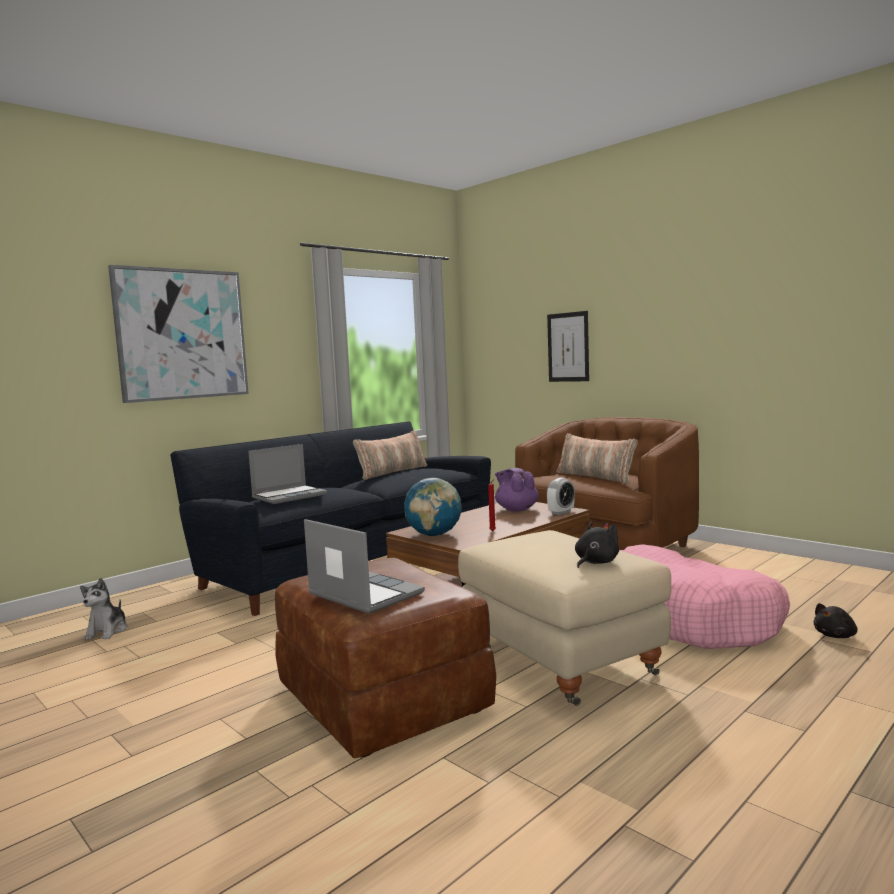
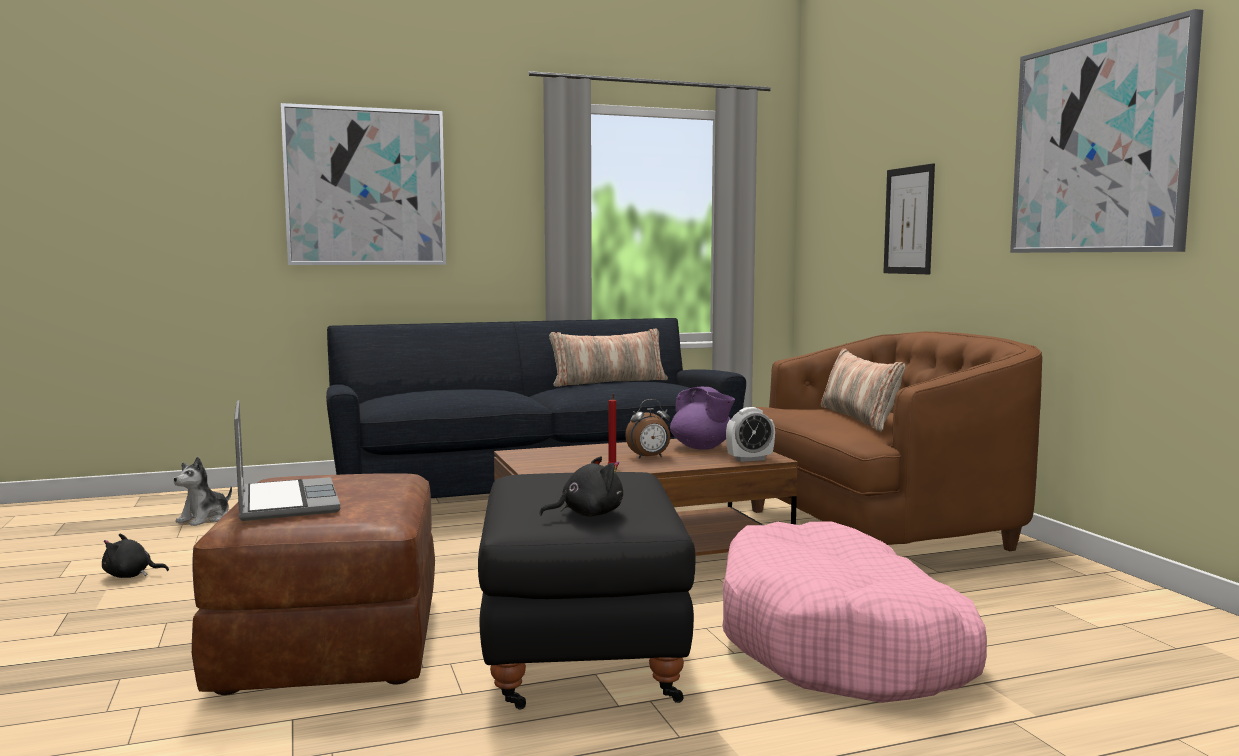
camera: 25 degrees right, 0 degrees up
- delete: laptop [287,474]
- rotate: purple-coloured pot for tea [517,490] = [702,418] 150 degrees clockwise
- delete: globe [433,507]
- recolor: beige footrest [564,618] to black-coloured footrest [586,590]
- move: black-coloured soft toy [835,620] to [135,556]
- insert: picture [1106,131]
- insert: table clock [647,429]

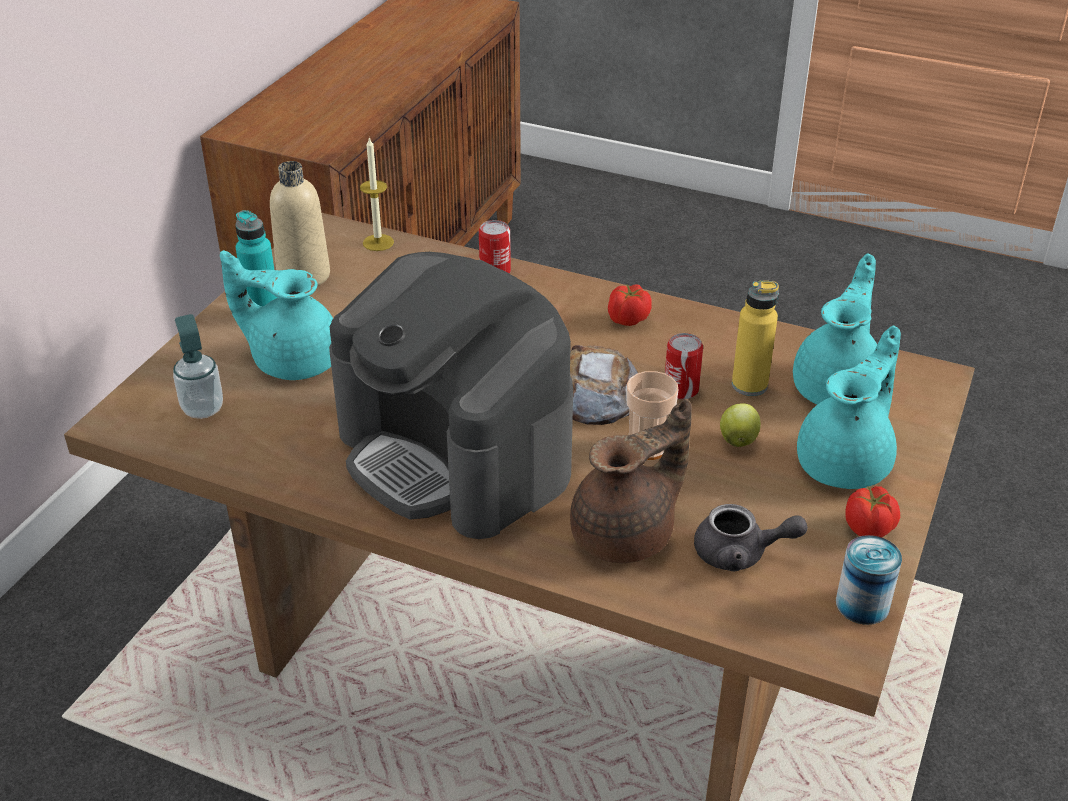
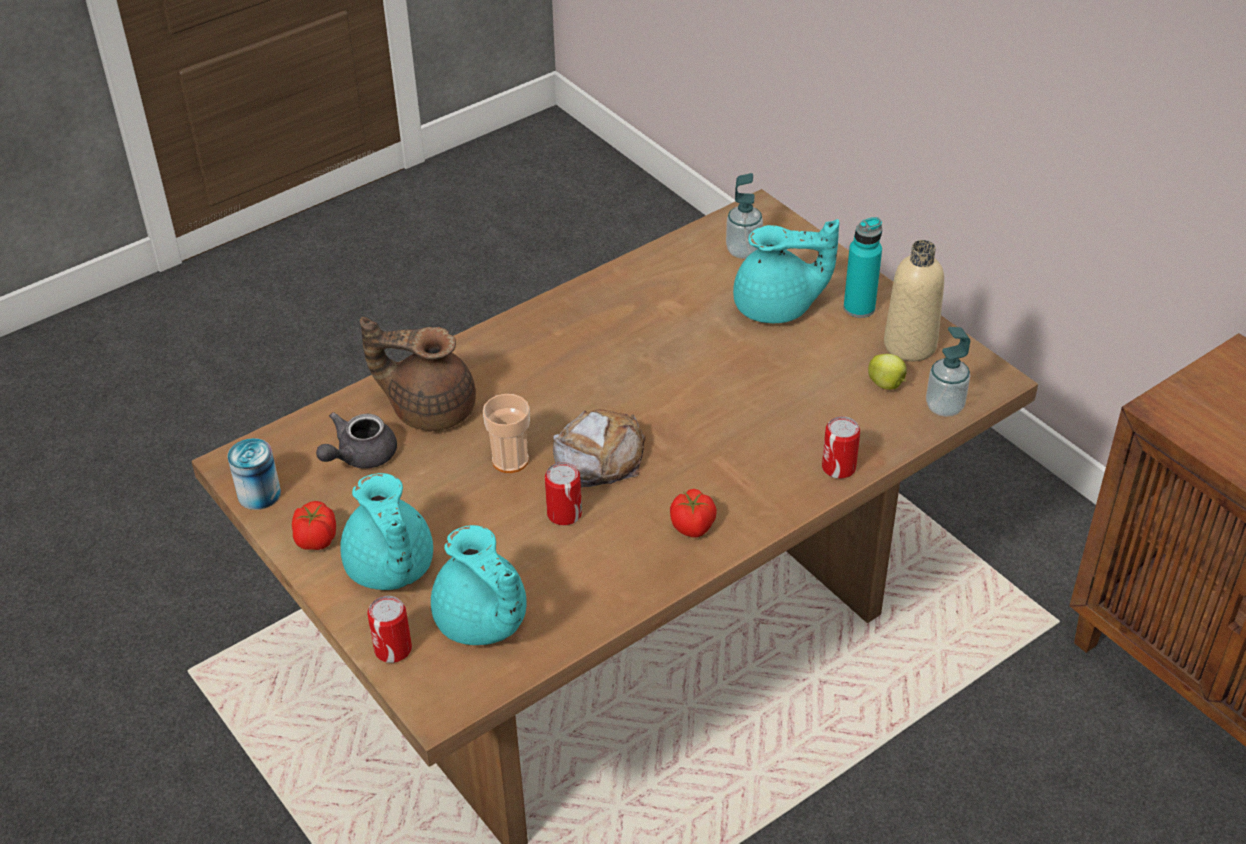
camera: 120 degrees right, 5 degrees up
- replace: wax candle [377,194] to soap dispenser [948,372]
- rotate: turquoise pot for tea [276,315] = [786,271] 45 degrees clockwise
- delete: coffee maker [451,395]
- delete: yellow bottle [755,338]
- rotate: brown pot for tea [631,481] = [418,374] 105 degrees clockwise
- move: apple [740,425] to [887,372]
- insert: metal can [389,629]

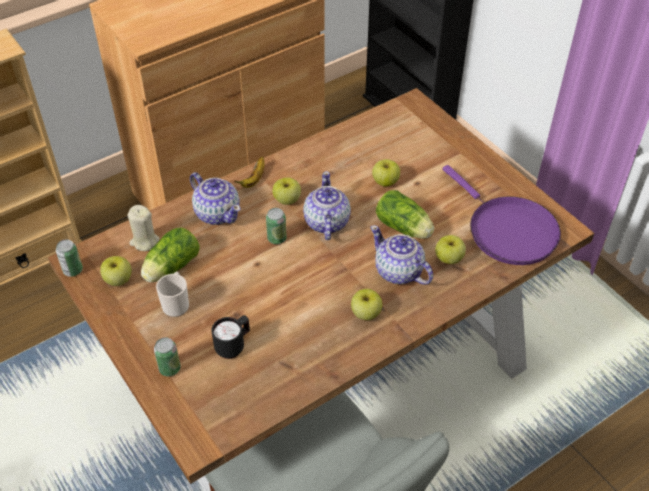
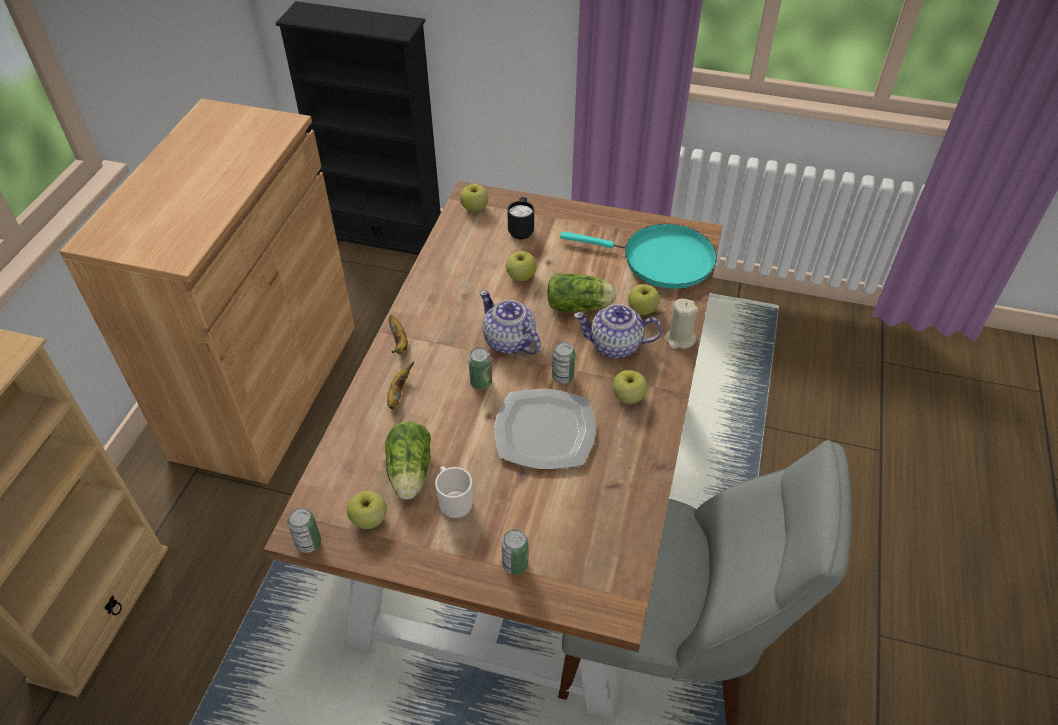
camera: 40 degrees left, 0 degrees up
- recolor: purple-coloured frying pan [501,215] to turquoise frying pan [638,256]
- replace: pot for tea [215,198] to banana [400,385]
- move: apple [287,191] to [474,198]
- move: beige wax candle [143,228] to [681,324]
- move: black-coloured mug [231,337] to [520,218]
- insert: metal can [563,363]
- insert: flat dish [545,429]

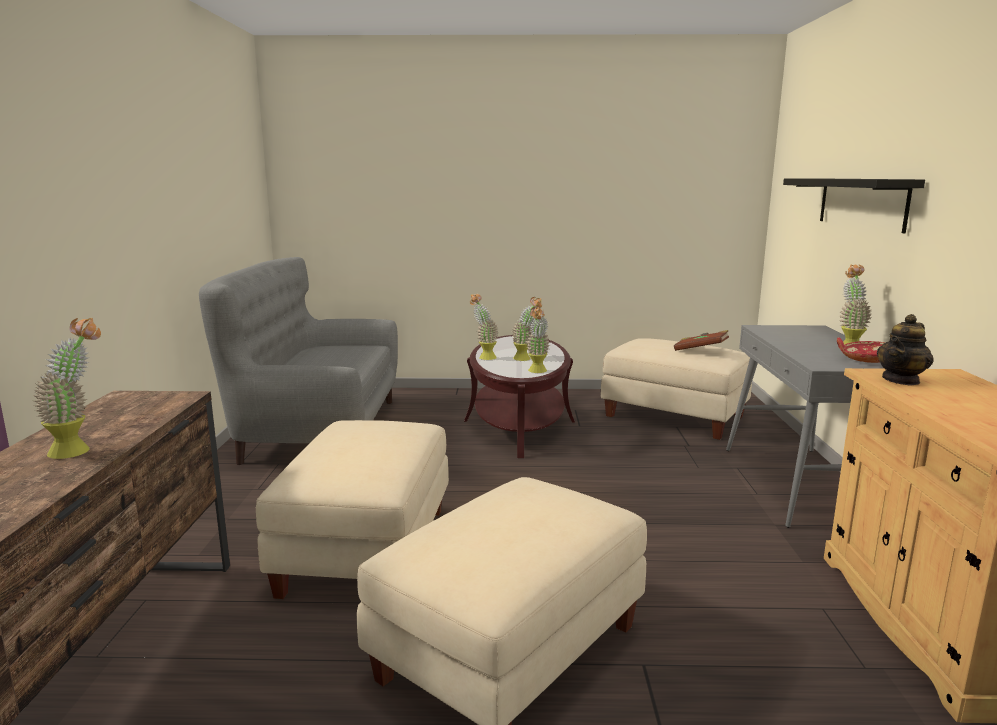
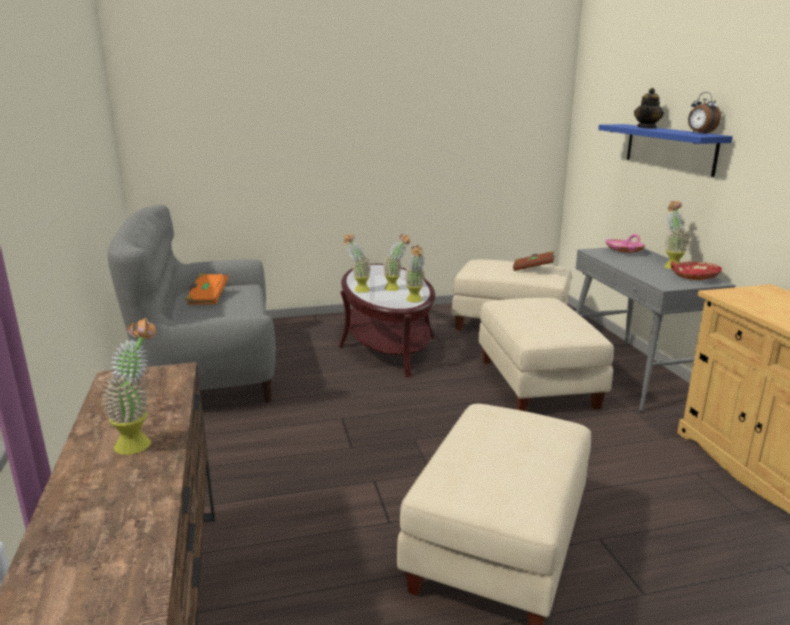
camera: 15 degrees left, 5 degrees up
- recolor: black-coloured shelf [854,205] to bluish shelf [665,150]
- move: pot for tea [905,350] to [649,108]
- move: beige footrest [352,509] to [546,355]
- insert: table clock [704,113]
- insert: pink-coloured bowl [626,243]
- insert: orangey book [206,289]

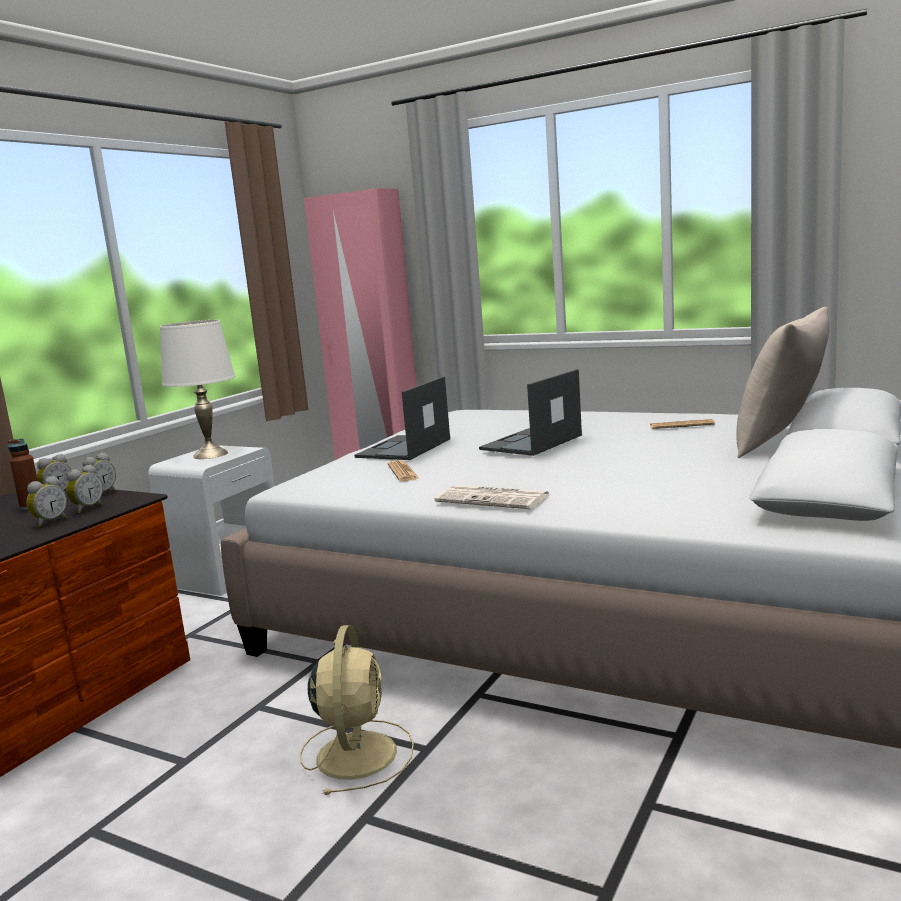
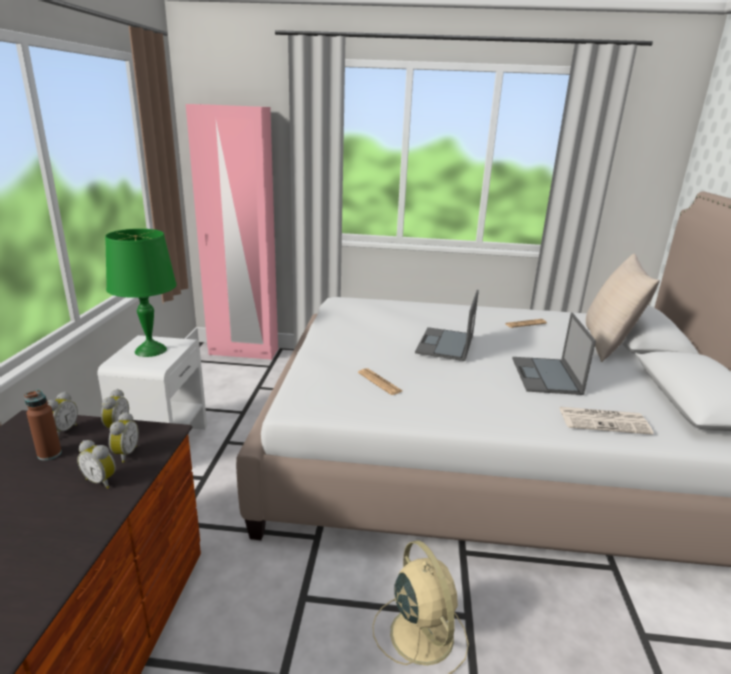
camera: 25 degrees left, 10 degrees up
- recolor: white table lamp [197,389] to greenish table lamp [141,293]
- move: laptop [402,418] to [554,354]
- rotate: table clock [46,501] = [96,464] 105 degrees clockwise
- move: newspaper [491,497] to [606,421]

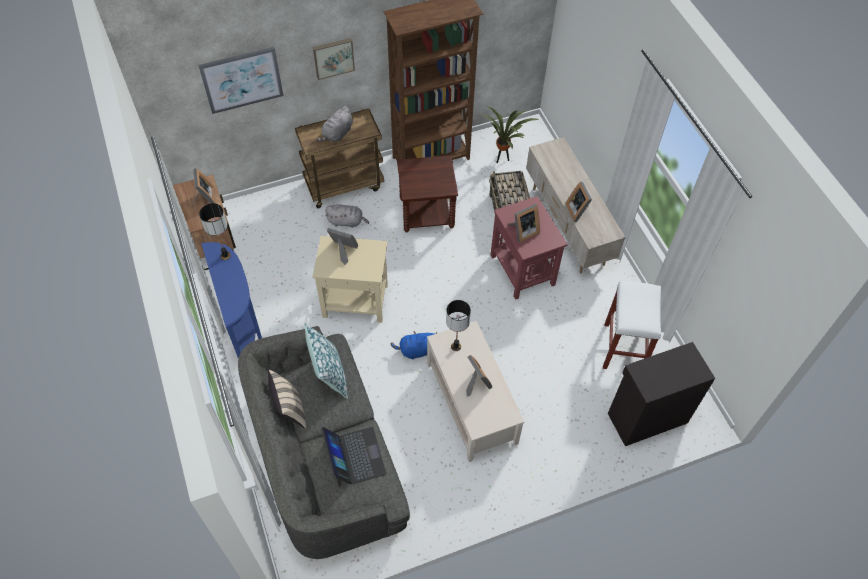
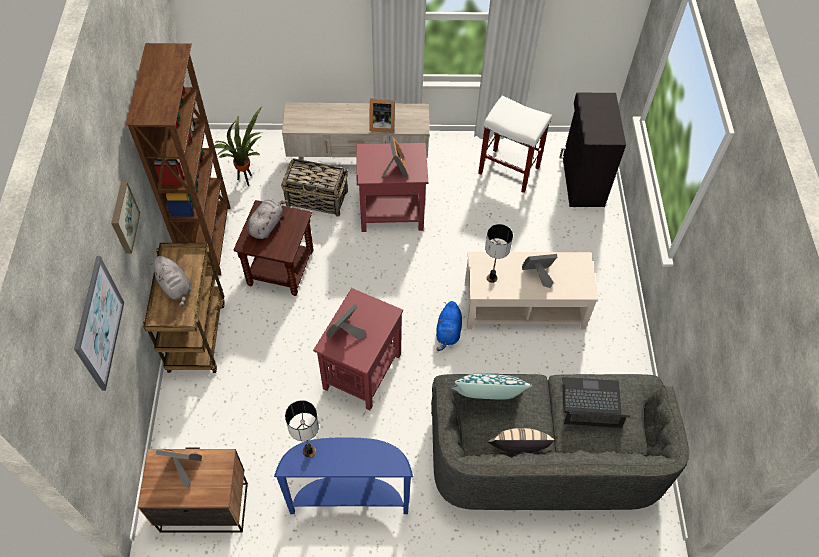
camera: 70 degrees left, 0 degrees up
- move: greyish soft toy [347,216] to [267,219]
- recolor: beige side table [350,279] to red side table [358,349]

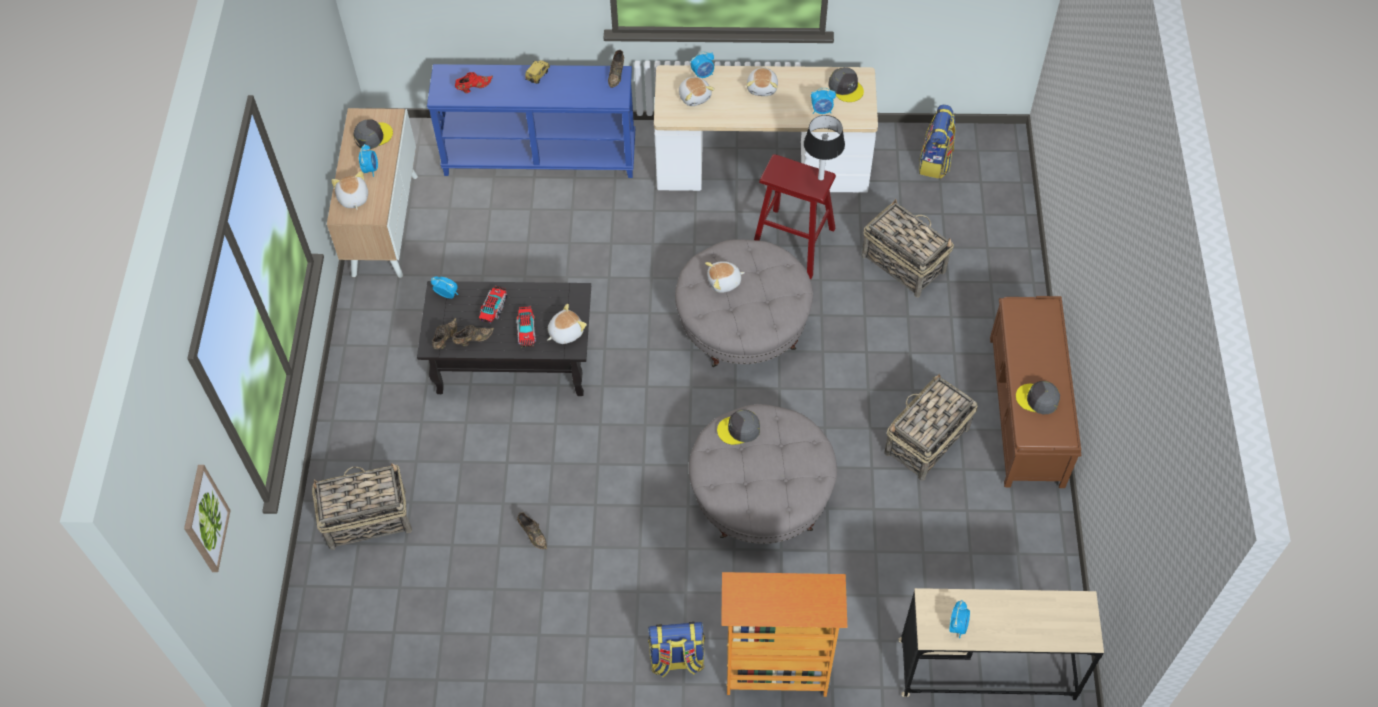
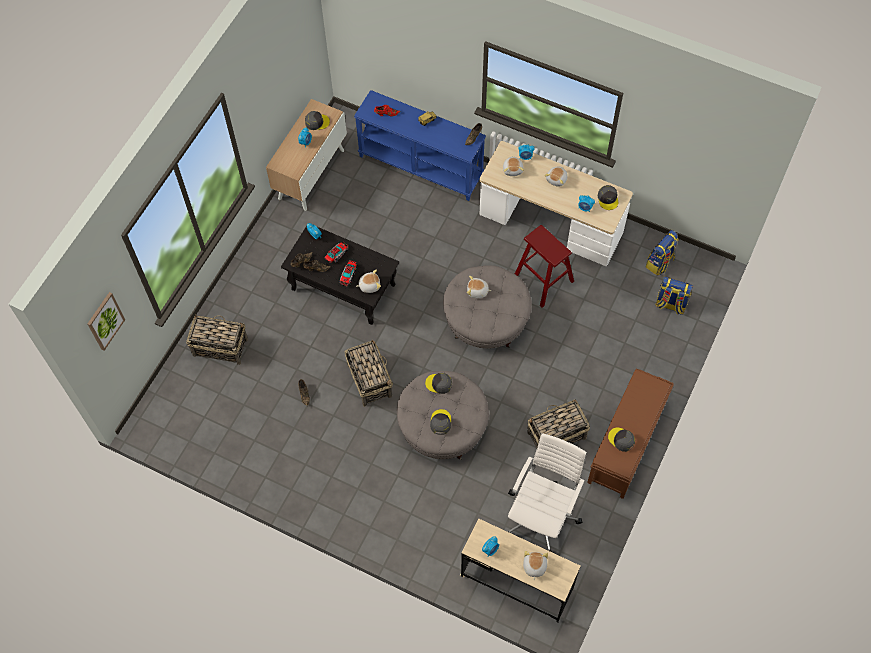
camera: 25 degrees right, 5 degrees up
- delete: table lamp [824,147]
- move: soft toy [349,190] to [535,566]
- move: household basket [908,248] to [369,373]
- delete: shelving unit [784,634]
- move: rucksack [676,649] to [674,296]
- insert: greyish cap [440,422]
- insert: white office chair [547,492]

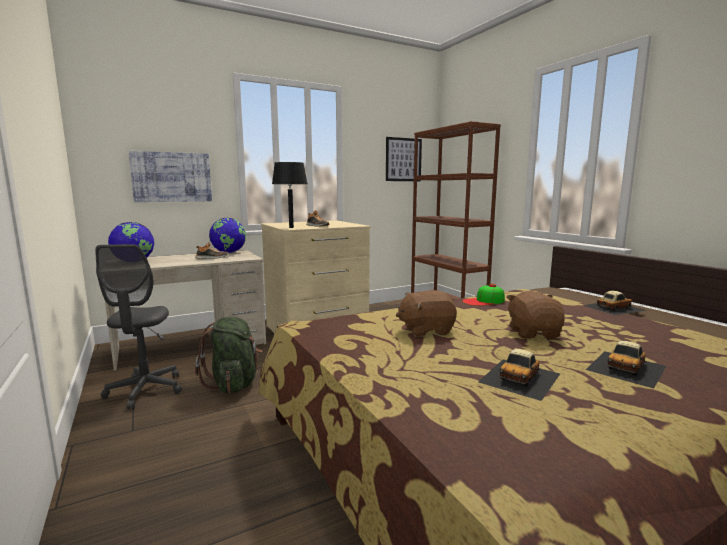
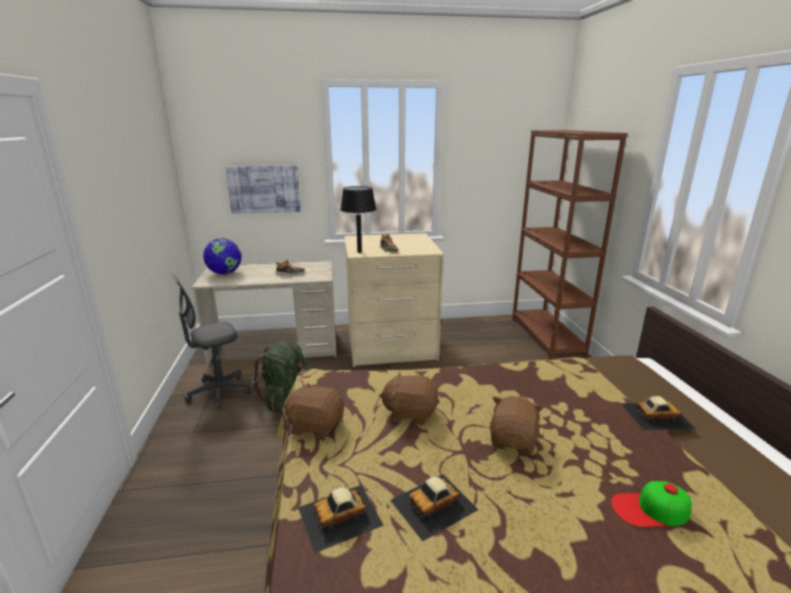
camera: 20 degrees right, 10 degrees up
- delete: picture [404,159]
- delete: globe [227,235]
- rotate: greyish office chair [138,326] = [211,342] 45 degrees clockwise
- move: cap [483,295] to [651,504]
- move: miniature car [626,365] to [341,519]
- insert: brown soft toy [314,411]

